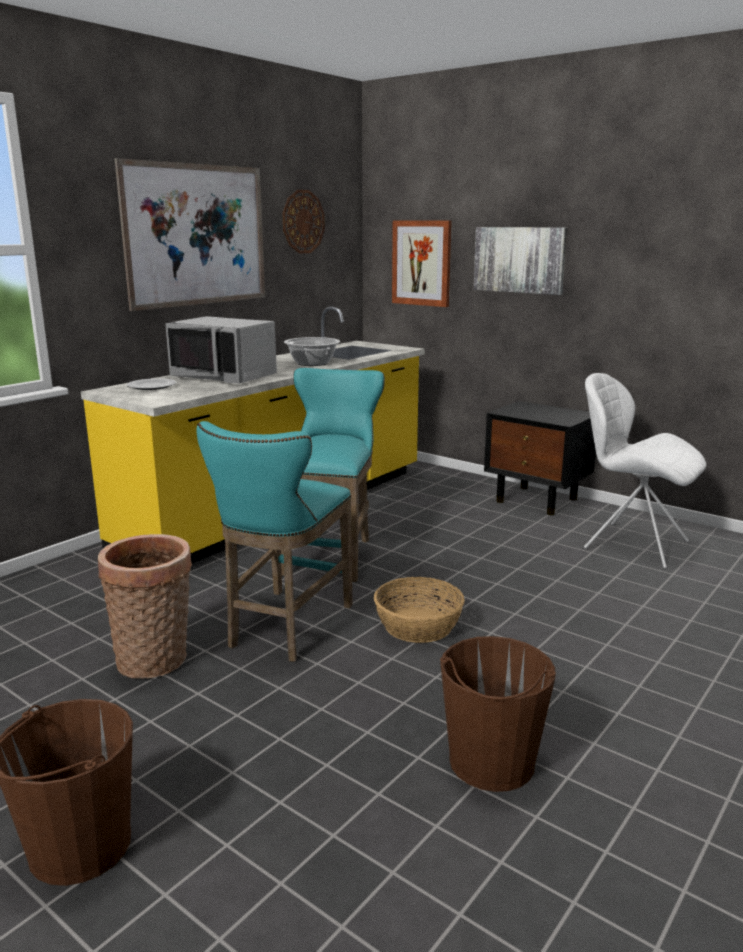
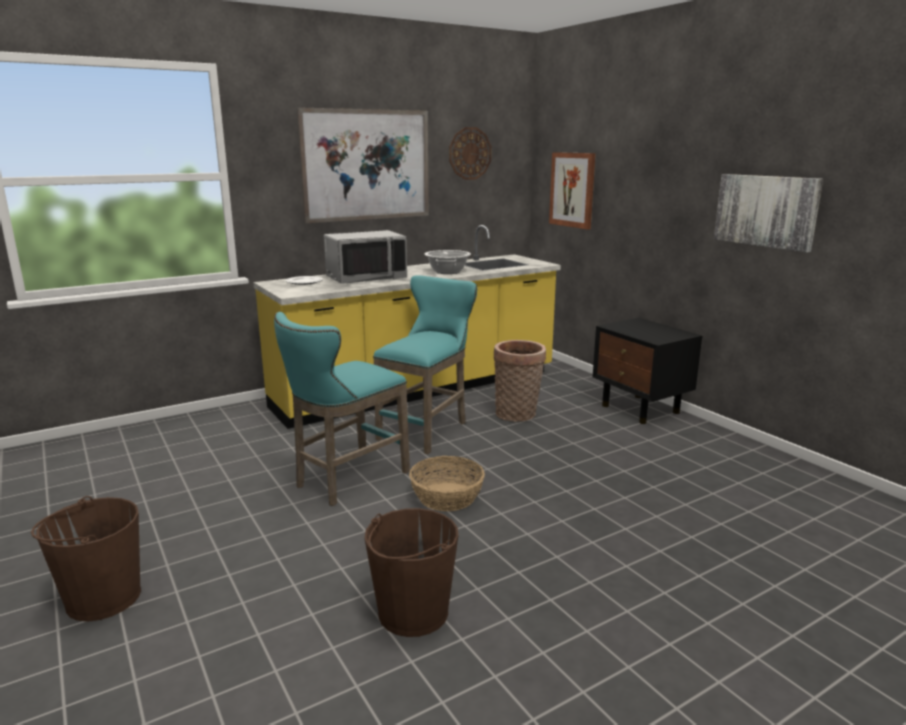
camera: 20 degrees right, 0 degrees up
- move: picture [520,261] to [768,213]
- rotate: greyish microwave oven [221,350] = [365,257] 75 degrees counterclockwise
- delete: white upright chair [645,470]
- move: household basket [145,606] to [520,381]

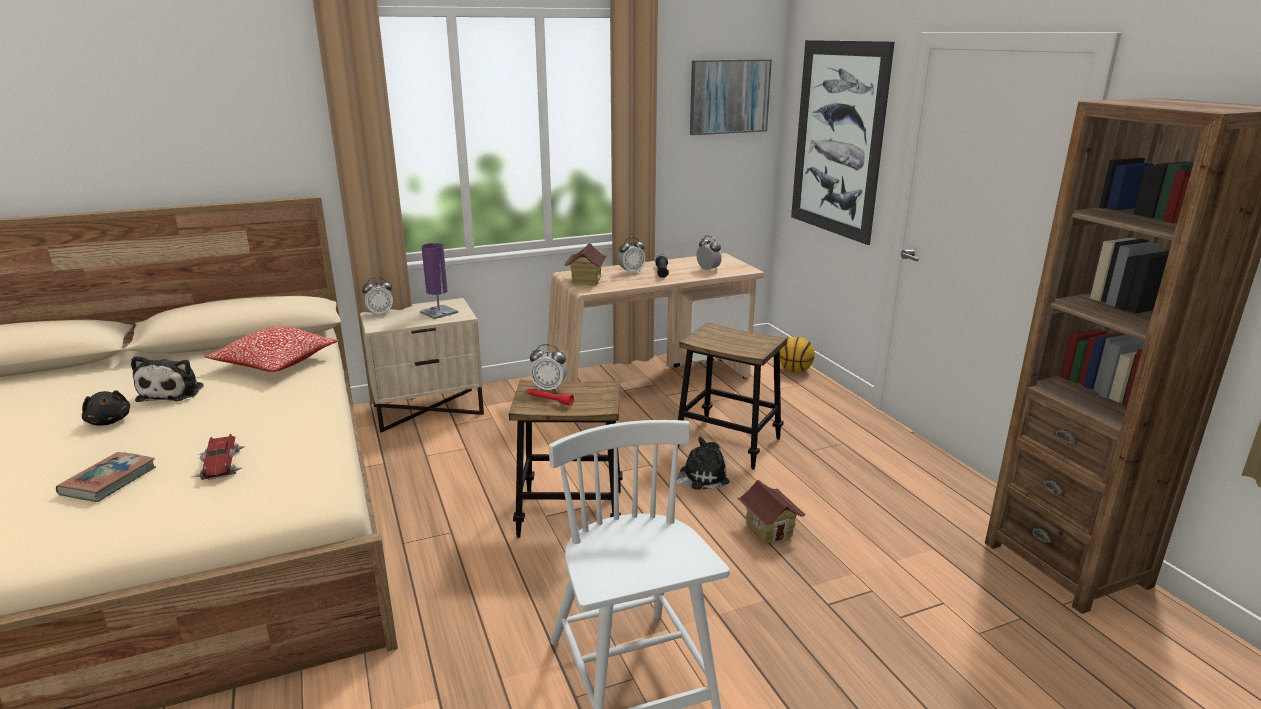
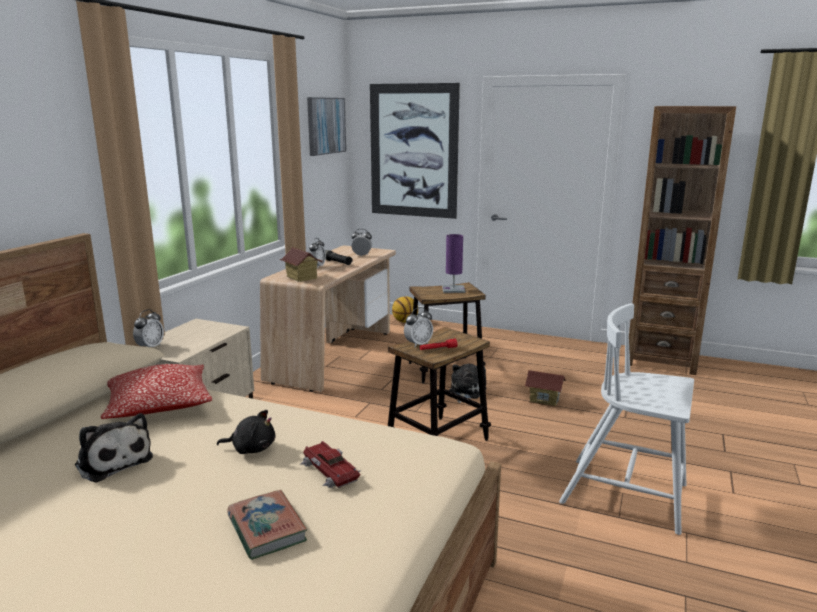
camera: 45 degrees left, 5 degrees down
- move: purple-coloured table lamp [439,281] to [453,263]
- move: black-coloured soft toy [106,408] to [246,432]
- rotate: miniature car [219,457] = [330,465] 150 degrees counterclockwise

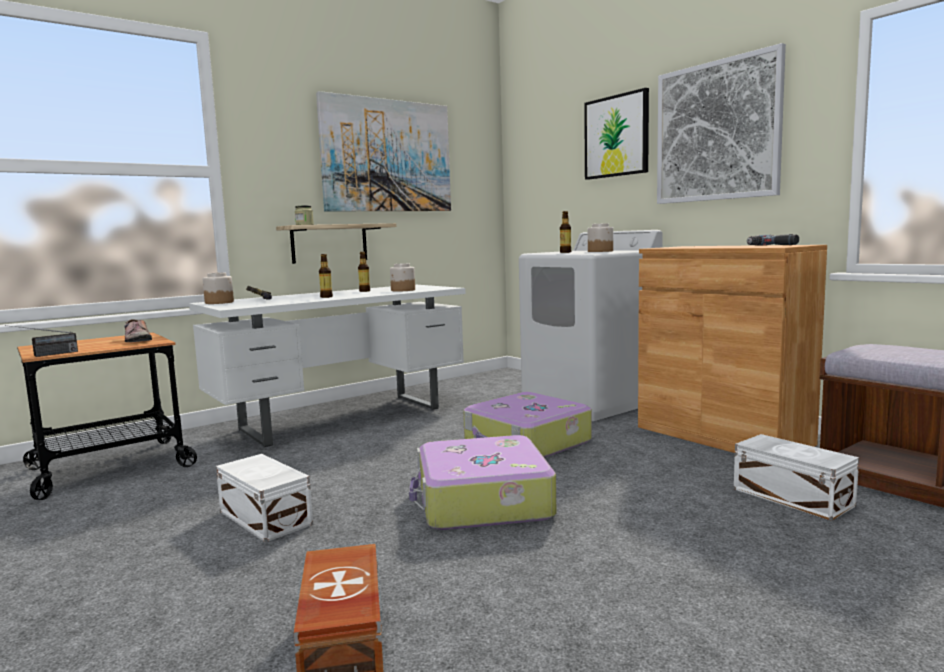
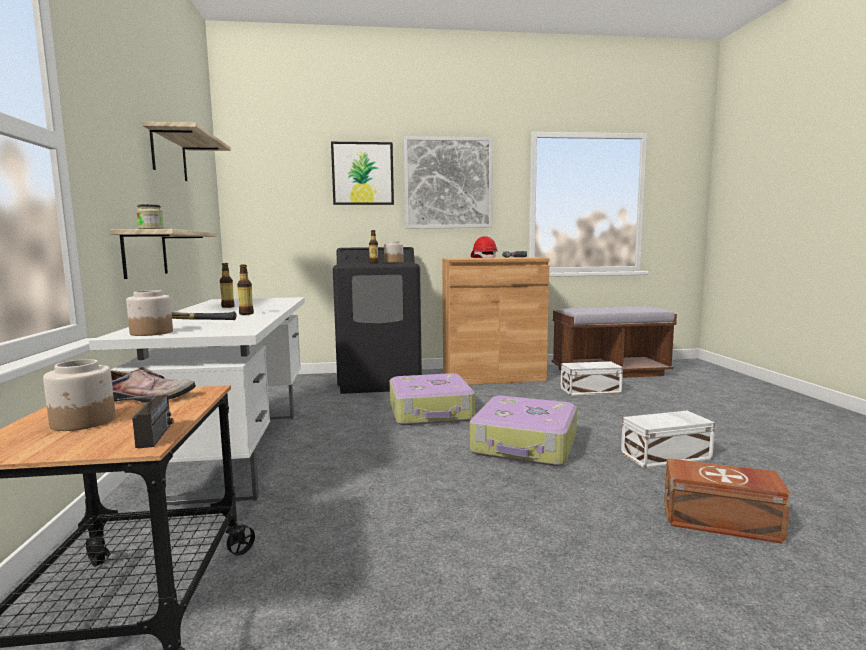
camera: 60 degrees left, 0 degrees up
- replace: picture [383,151] to shelf [186,151]
- recolor: white laundry machine [591,325] to black-coloured laundry machine [377,320]
- move: preserve jar [402,277] to [79,395]
- move: white storage container [264,498] to [668,439]
- insert: red hard hat [484,247]

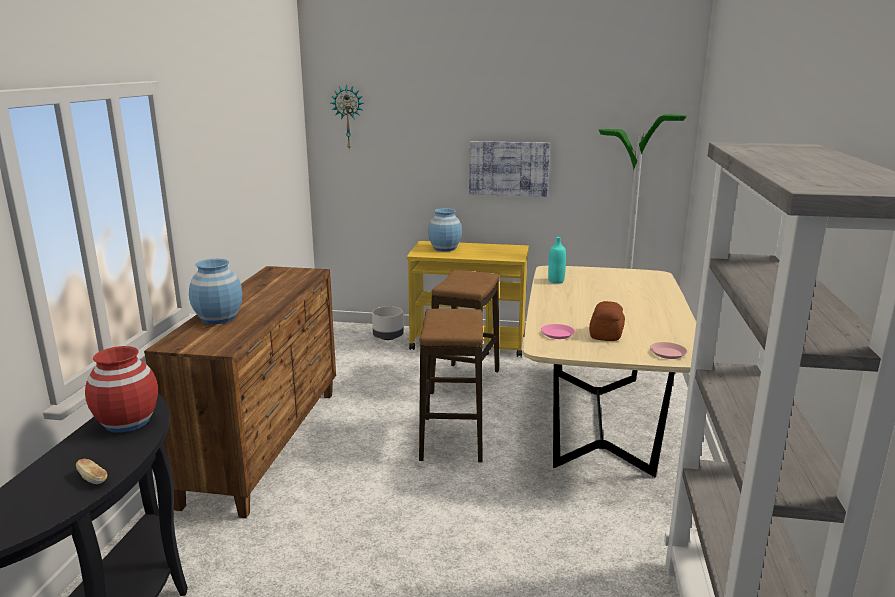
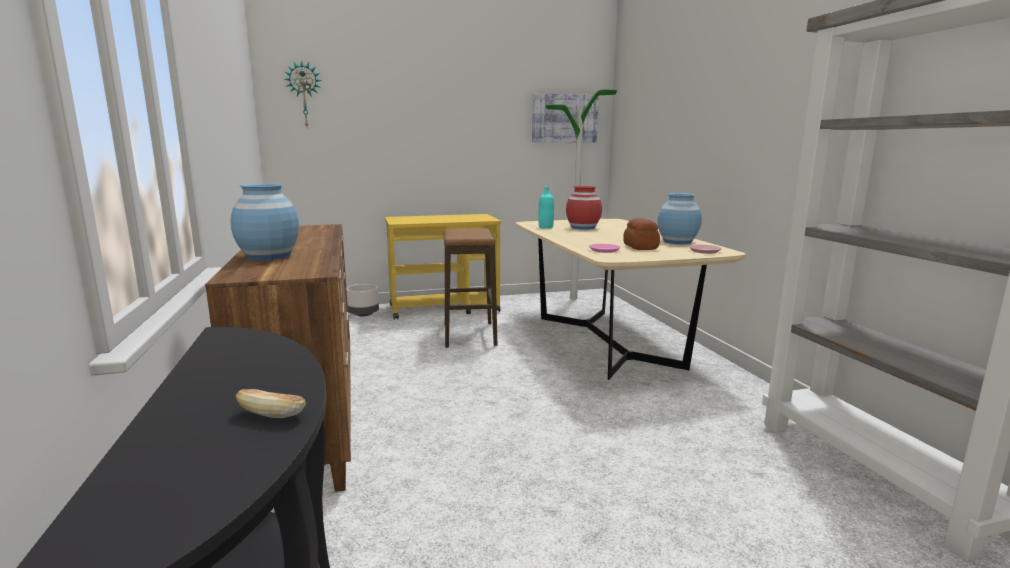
camera: 25 degrees left, 5 degrees down
- move: picture [509,169] to [565,118]
- move: bluish vase [445,230] to [680,218]
- delete: stool [451,386]
- move: red vase [121,389] to [584,208]

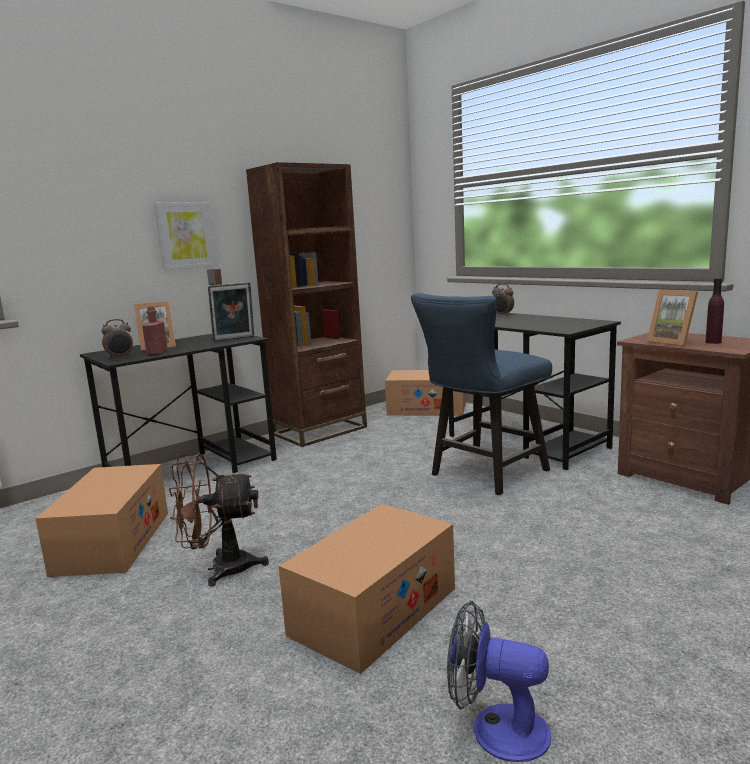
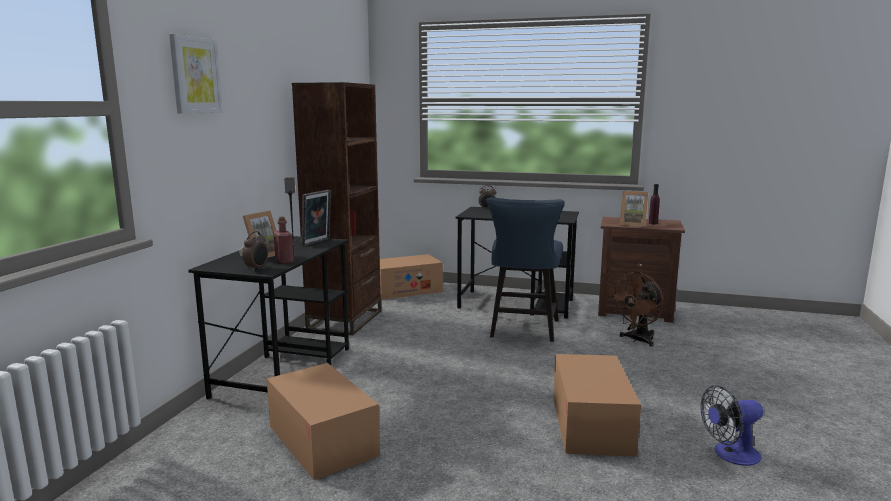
camera: 35 degrees left, 0 degrees up
- move: picture [185,236] to [195,74]
- move: brown cooling fan [219,520] to [636,309]

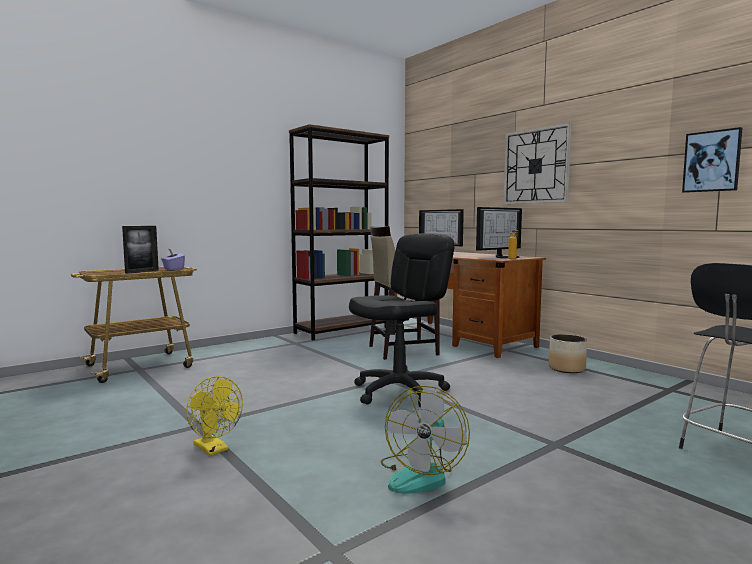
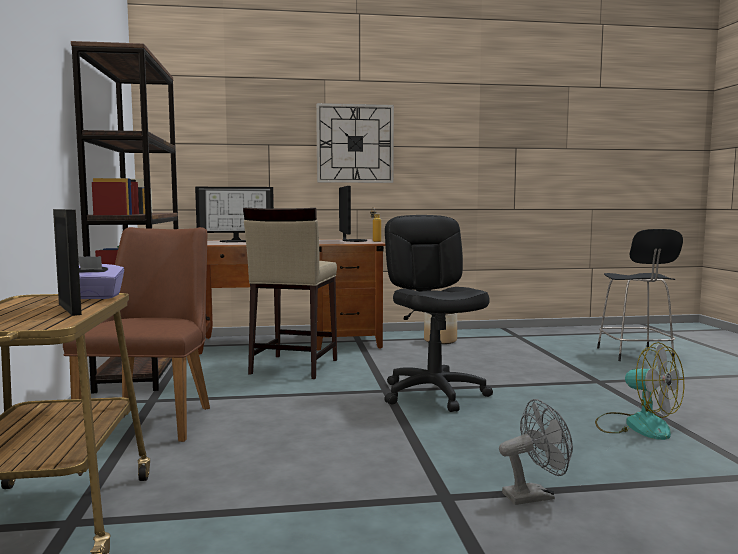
camera: 60 degrees left, 0 degrees up
- delete: picture [712,160]
- recolor: yellow cooling fan [214,416] to greyish cooling fan [536,452]
- insert: brown upright chair [136,334]

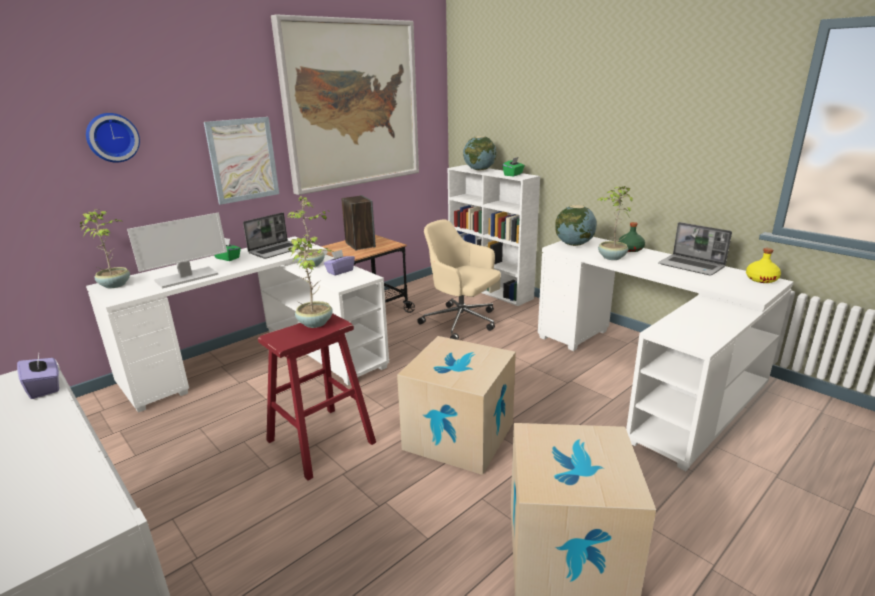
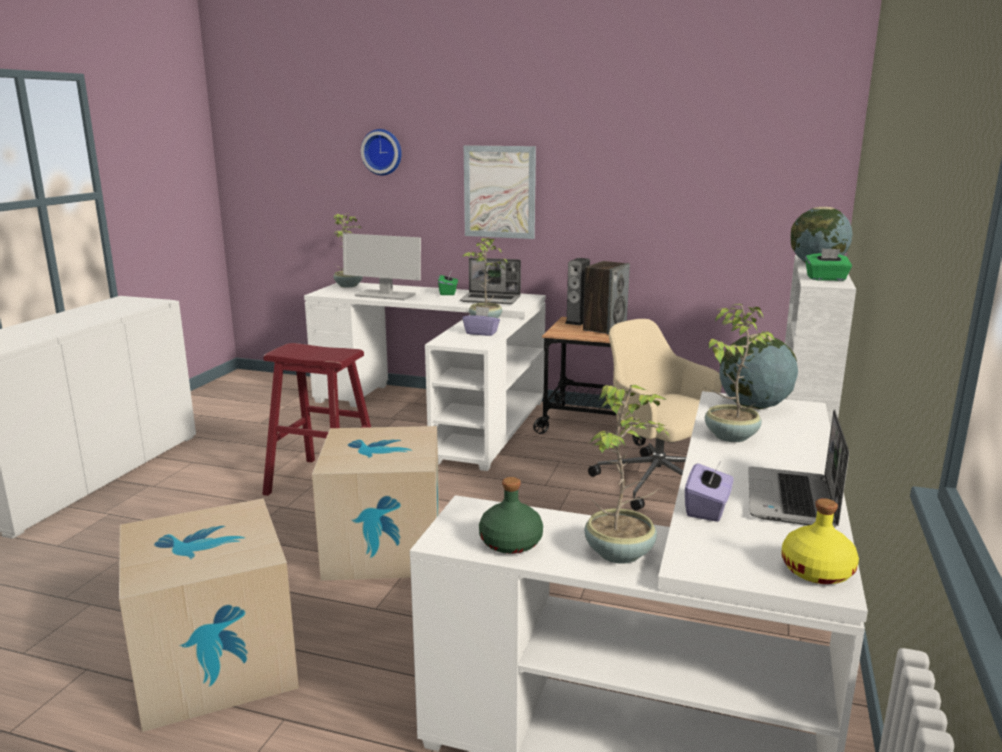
camera: 60 degrees right, 5 degrees down
- delete: picture [345,104]
- rotate: beige office chair [459,279] = [655,415] 45 degrees counterclockwise
- move: greenish bottle [631,237] to [511,515]
- move: plant in a pot [310,281] to [626,474]
- move: purple-coloured tissue holder [38,376] to [709,491]
- insert: speaker [577,291]

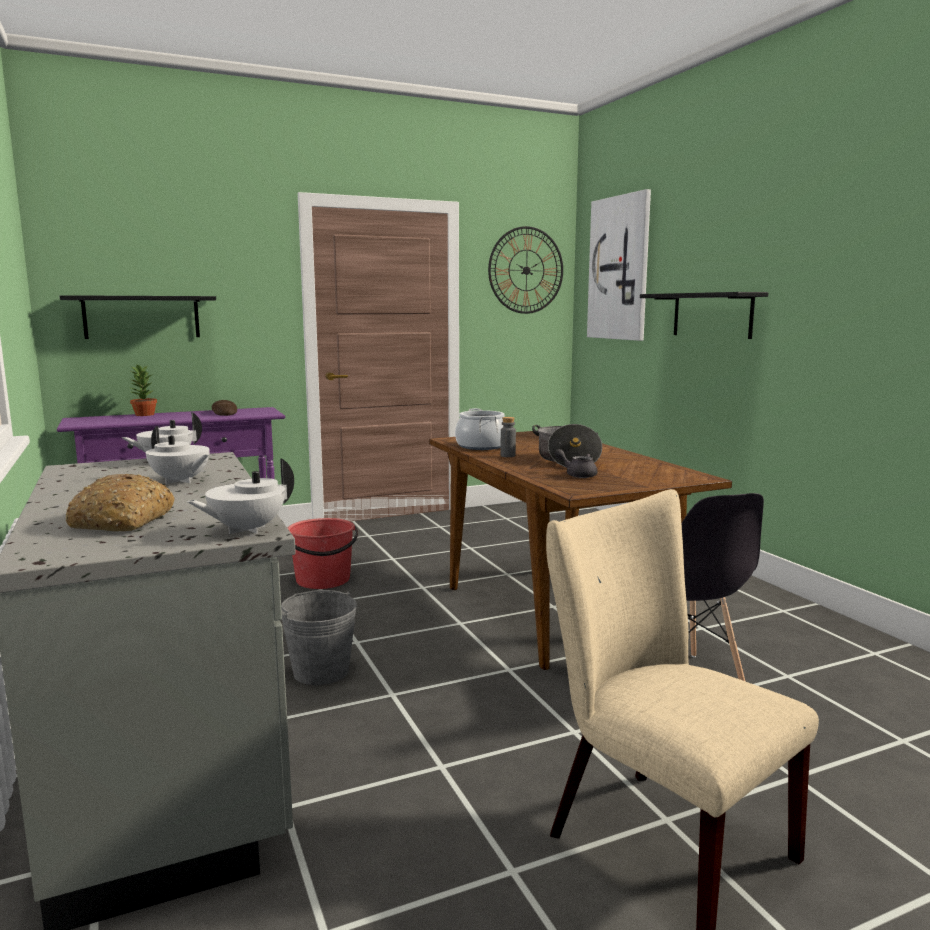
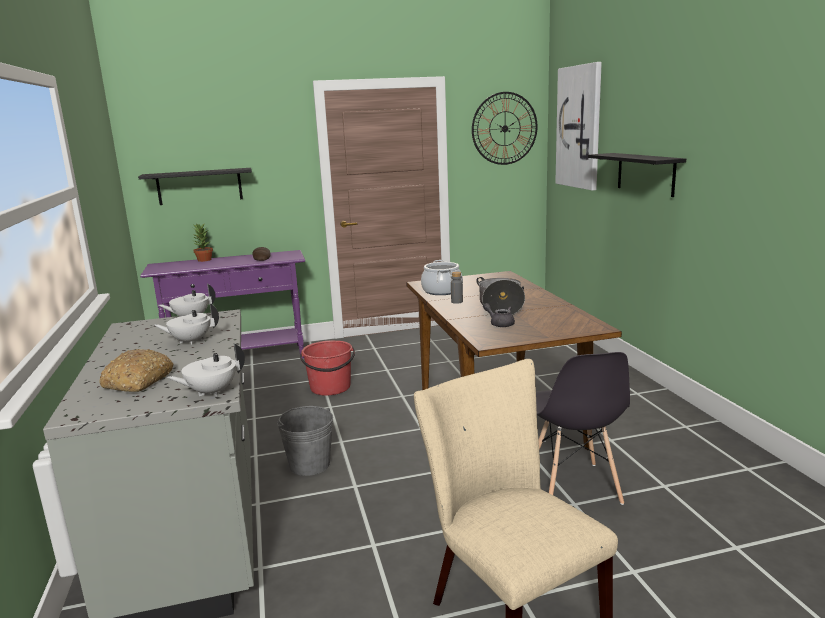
camera: 10 degrees right, 5 degrees up
- rotate: white pot for tea [178,455] = [186,324] 120 degrees clockwise

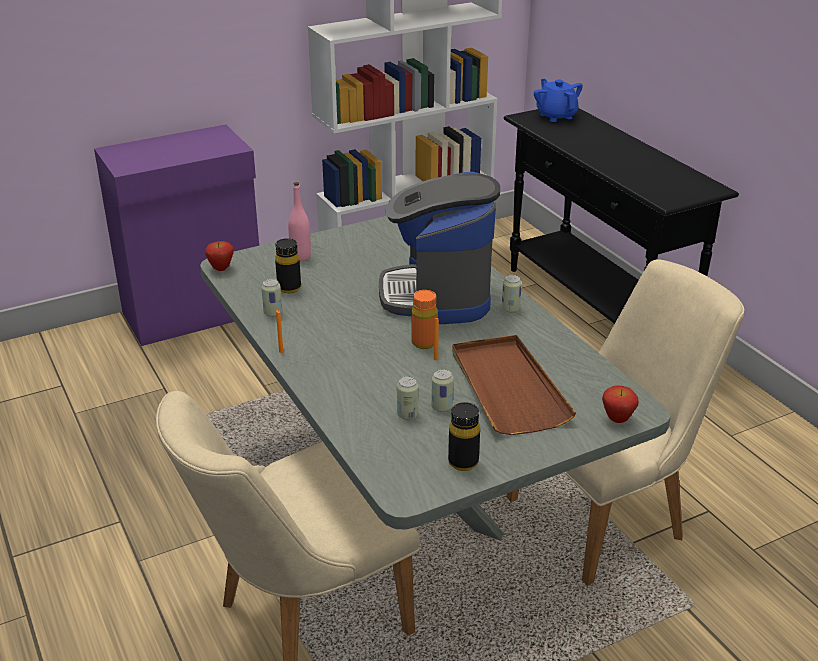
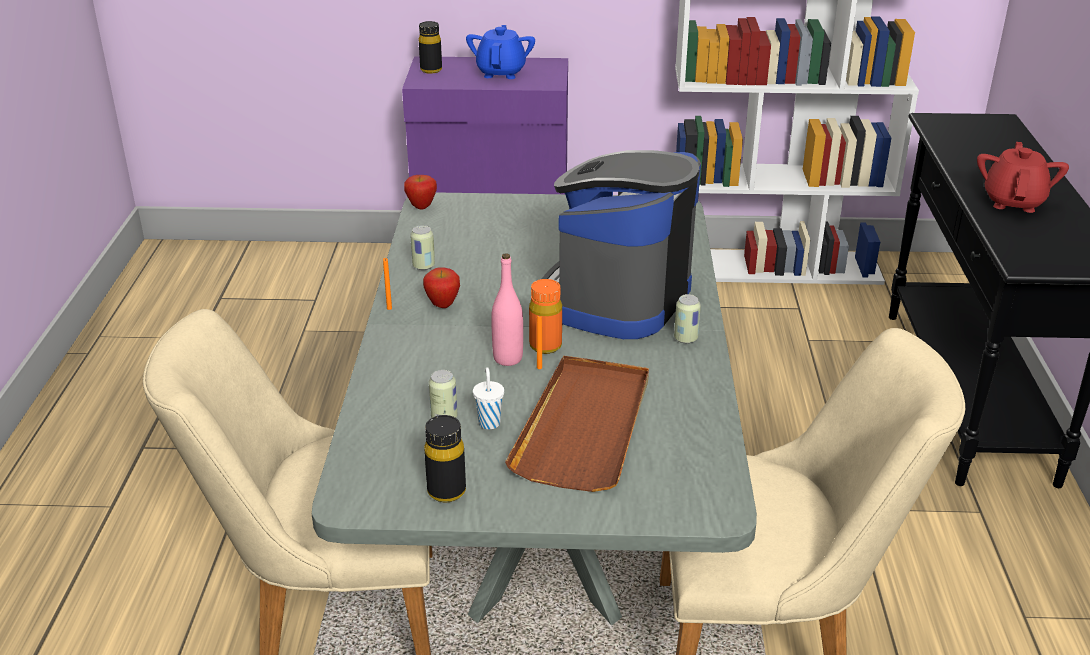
camera: 30 degrees right, 0 degrees up
- move: bluish pot for tea [558,100] to [500,52]
- move: pink-coloured bottle [299,221] to [507,309]
- move: black-coloured bottle [288,265] to [430,47]
- replace: metal can [442,390] to white drinking cup [488,398]
- move: apple [620,404] to [441,287]
- insert: red pot for tea [1023,177]

